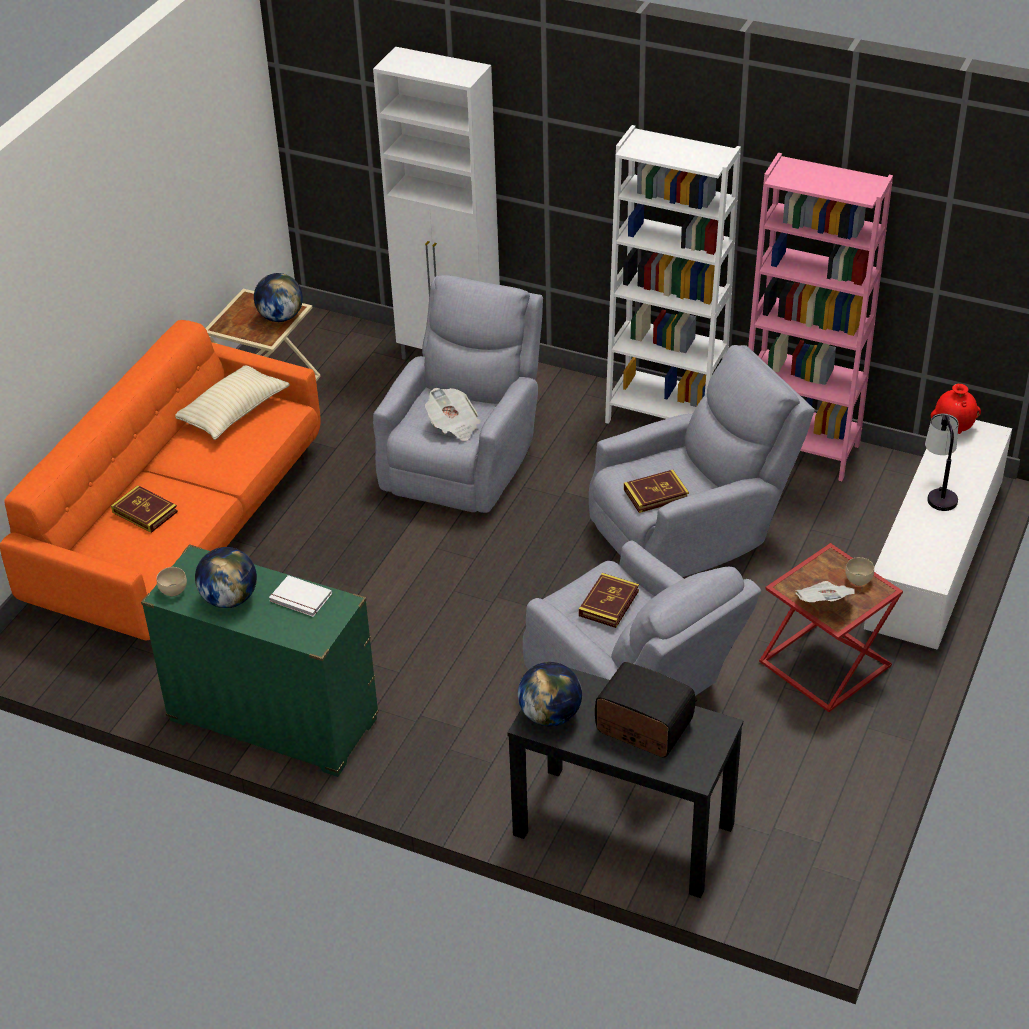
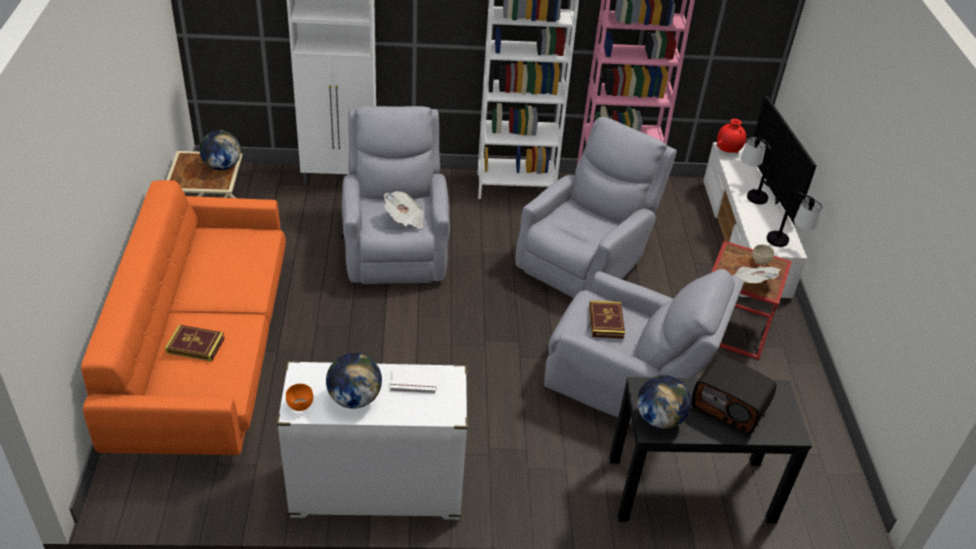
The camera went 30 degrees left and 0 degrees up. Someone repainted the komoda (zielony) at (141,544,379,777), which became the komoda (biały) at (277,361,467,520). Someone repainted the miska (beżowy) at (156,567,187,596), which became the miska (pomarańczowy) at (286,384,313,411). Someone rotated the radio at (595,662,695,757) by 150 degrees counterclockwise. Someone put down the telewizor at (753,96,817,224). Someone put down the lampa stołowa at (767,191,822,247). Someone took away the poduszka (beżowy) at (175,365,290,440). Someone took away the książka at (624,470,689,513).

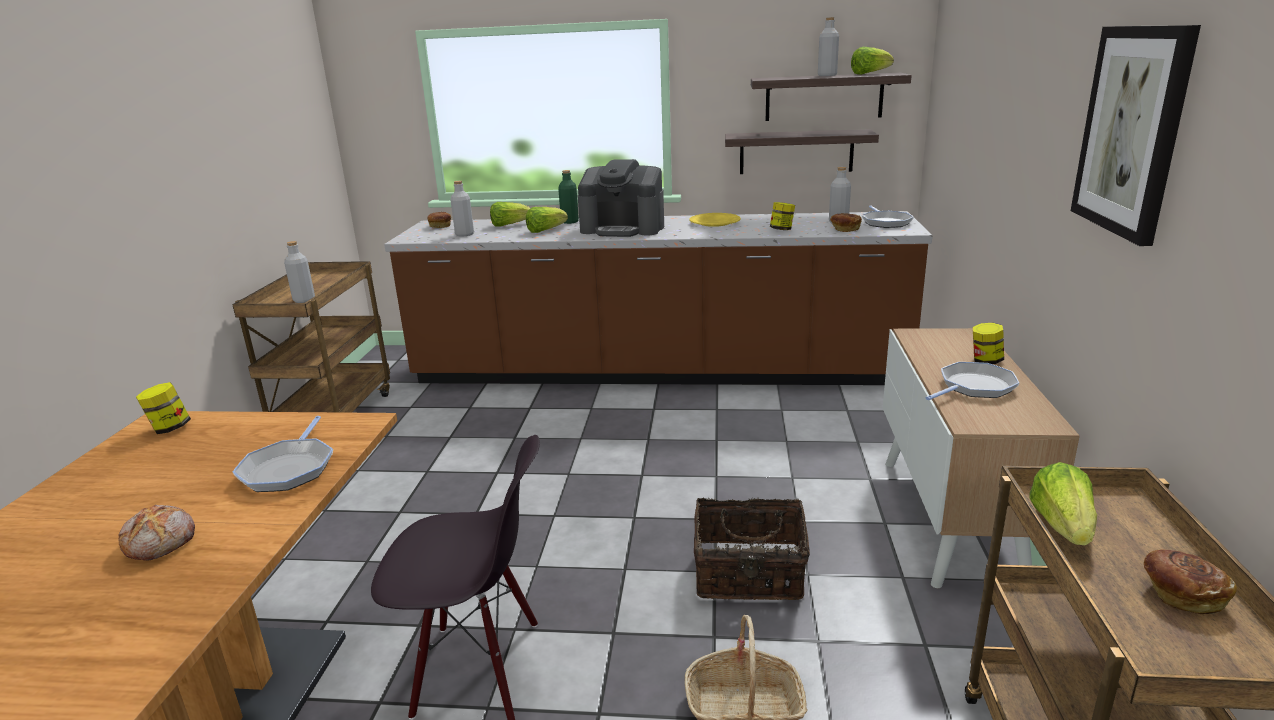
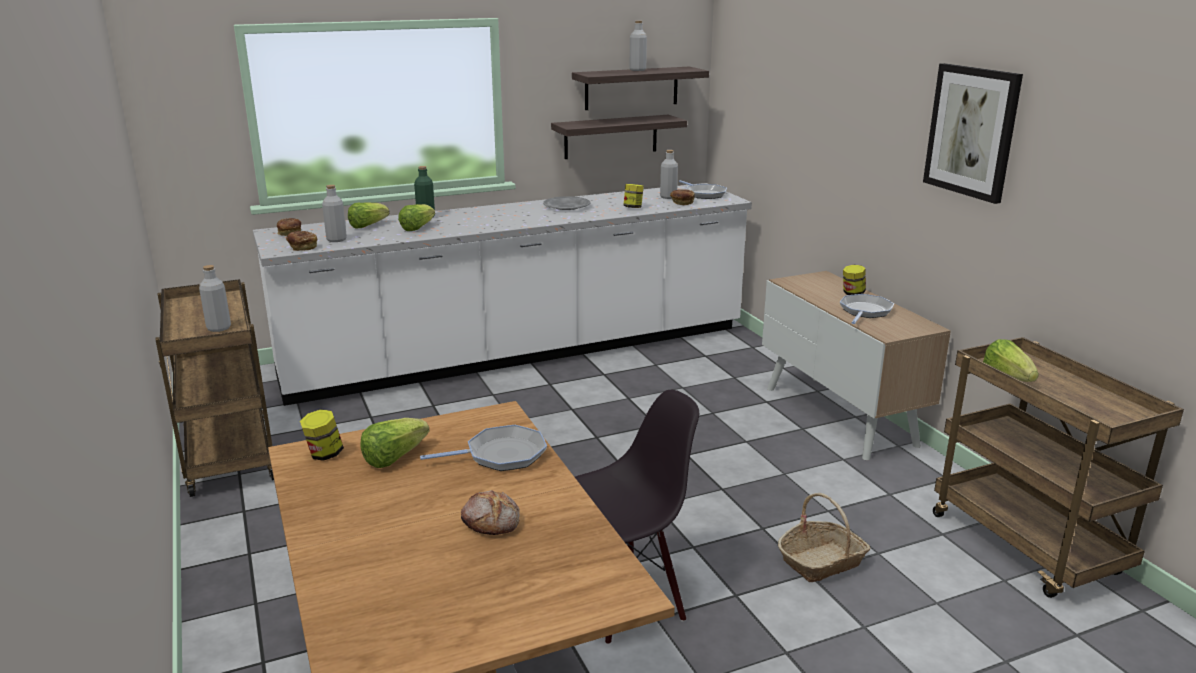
The camera went 30 degrees left and 0 degrees up. Someone repainted the zabudowa kuchenna (brązowy) at (384,211,933,385), which became the zabudowa kuchenna (biały) at (253,183,752,406). Someone carried the chleb from (1144,549,1237,614) to (286,231,317,251). Someone carried the sałata from (851,47,894,75) to (361,418,429,468). Someone rotated the patelnia at (232,416,333,492) by 75 degrees counterclockwise. Someone repainted the talerz (żółty) at (689,213,741,227), which became the talerz (szary) at (543,196,590,210). Someone took away the ekspres do kawy at (578,159,664,237). Someone took away the koszyk at (694,498,810,600).

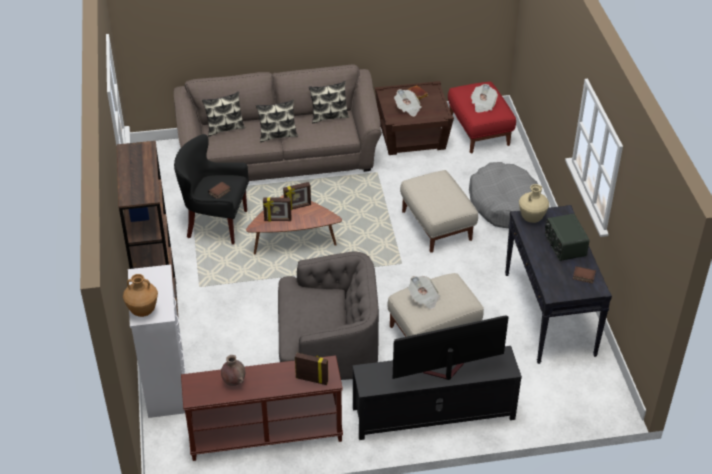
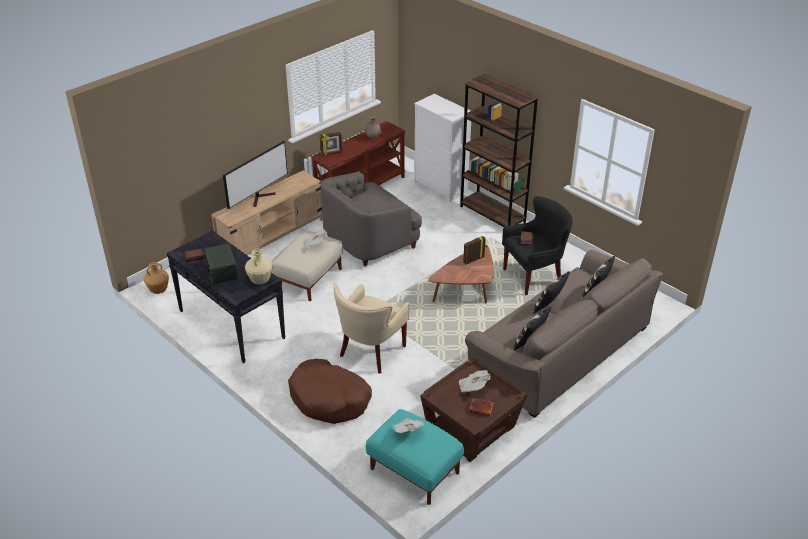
The camera went 145 degrees right and 5 degrees down. Someone carried the wazon (brązowy) from (123,274,158,317) to (144,262,169,294). Someone rotated the radio at (545,213,589,261) by 150 degrees counterclockwise. Someone repainted the szafka pod telewizor (czarny) at (352,346,522,440), which became the szafka pod telewizor (beżowy) at (211,171,323,255). Someone repainted the legowisko (szary) at (469,162,538,228), which became the legowisko (brązowy) at (288,359,372,424). Someone swapped the pufa (beżowy) at (400,170,478,253) for the fotel (beżowy) at (333,283,410,374). Someone repainted the pufa (czerwony) at (448,81,516,153), which became the pufa (turkusowy) at (366,409,464,505). Someone took away the ramka na zdjęcie at (283,182,311,210).

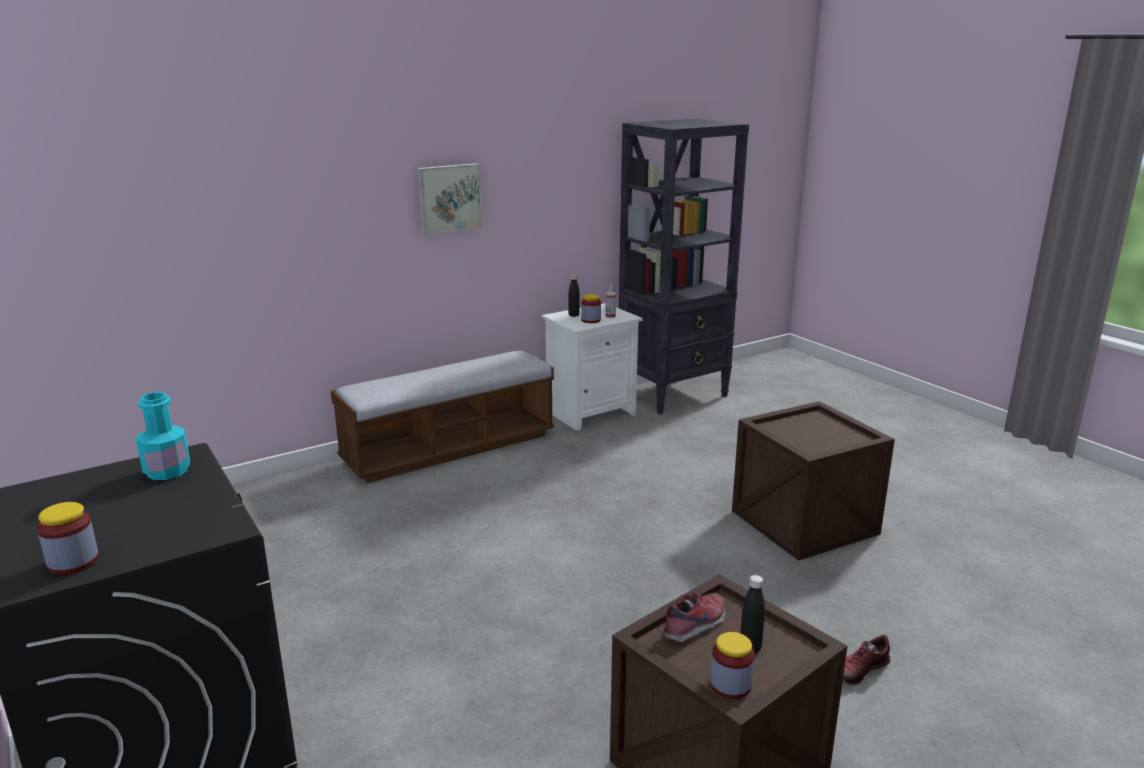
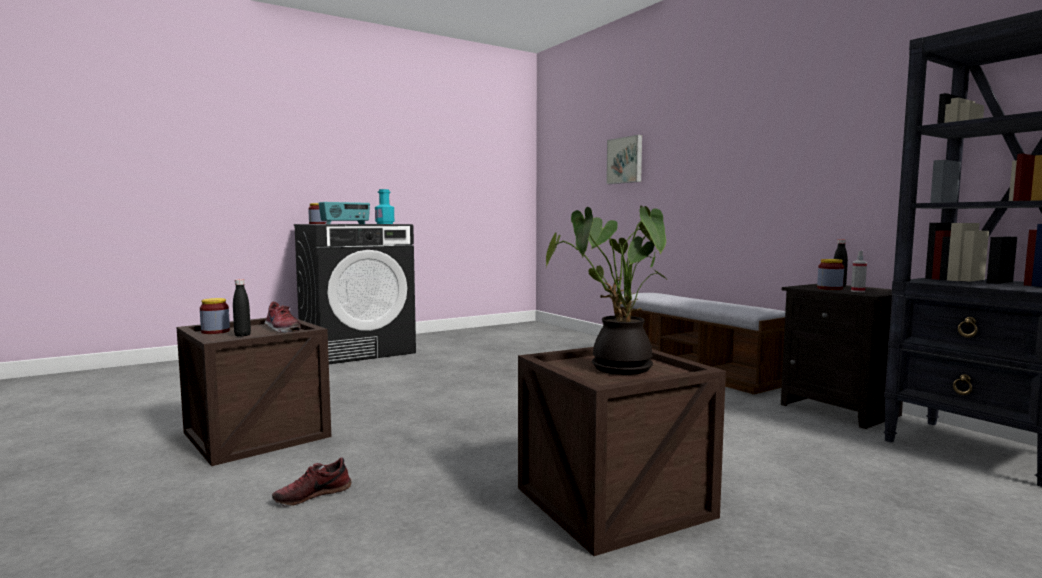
The camera went 90 degrees right and 15 degrees down. Someone rotated the but at (843,634,890,686) by 90 degrees counterclockwise. Someone put down the radio at (319,202,370,224). Someone put down the roślina doniczkowa at (546,205,666,375). Someone carried the obraz from (417,163,482,235) to (606,135,642,184). Someone repainted the szafka nocna (biały) at (541,303,643,431), which became the szafka nocna (czarny) at (781,284,903,429).

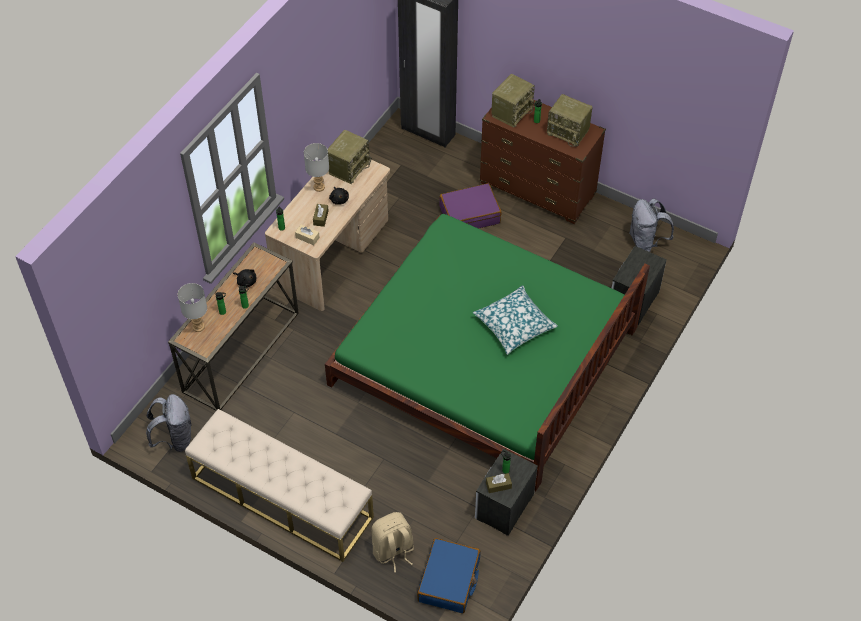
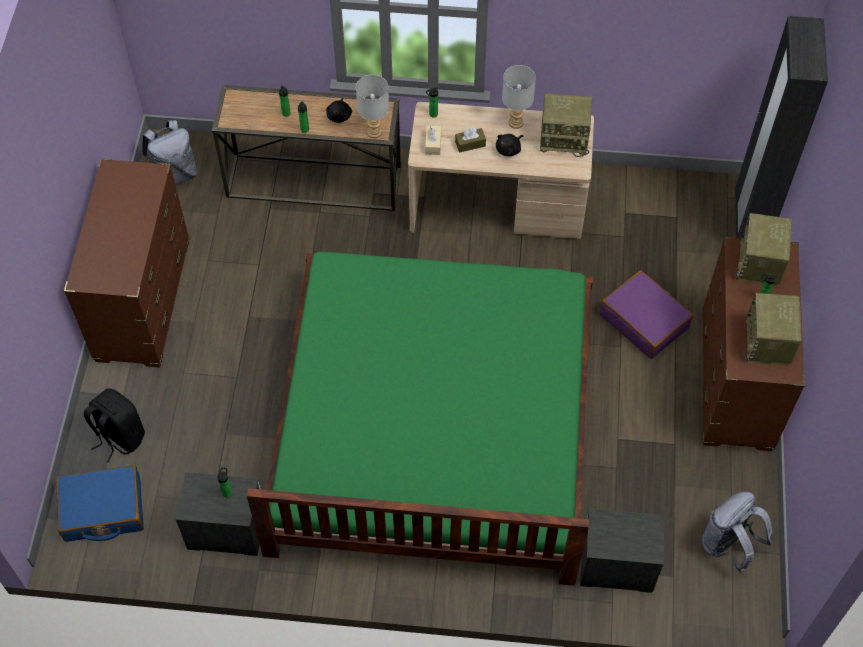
The camera went 65 degrees right and 5 degrees up. Someone swapped the ławka (beżowy) at (185,409,374,562) for the komoda (brązowy) at (64,158,190,368). Someone repainted the plecak (beżowy) at (371,512,414,573), which became the plecak (czarny) at (84,388,145,463). Someone carried the lampa stołowa (szary) from (178,283,207,332) to (356,75,389,138). Someone rotated the radio at (491,74,535,127) by 90 degrees clockwise. Someone took away the poduszka at (473,285,558,355). Someone took away the pudełko chusteczek (brązowy) at (486,473,512,493).

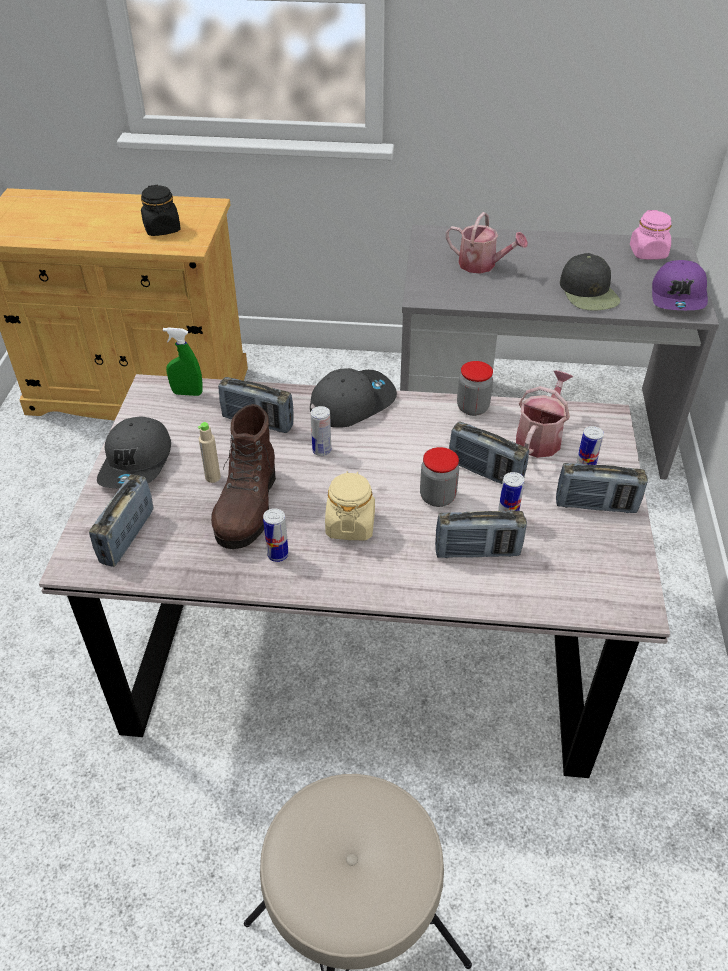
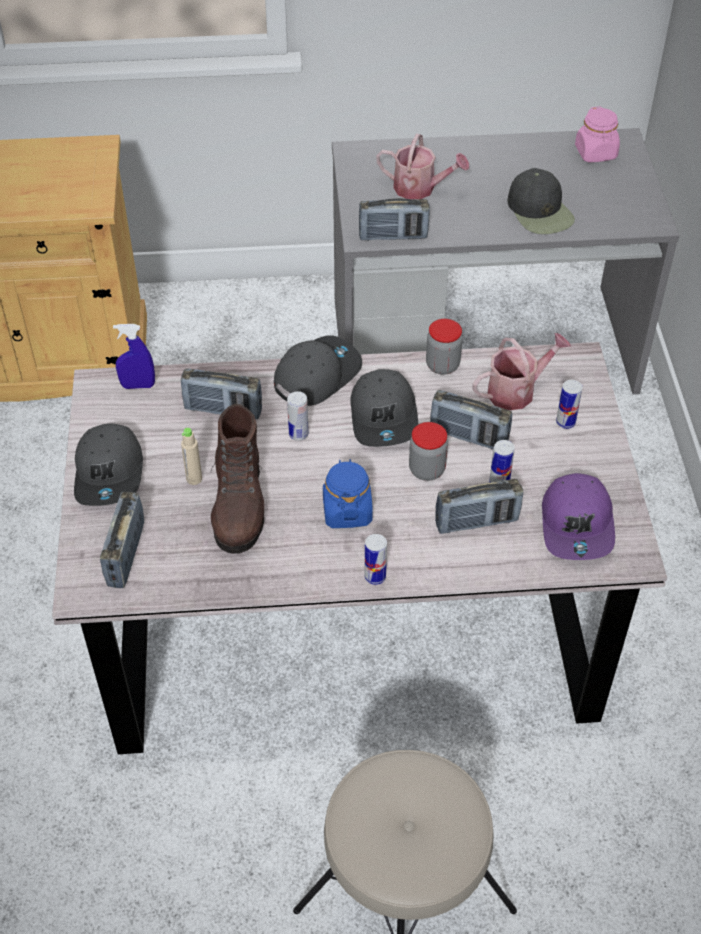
The camera went 10 degrees left and 5 degrees up. Someone repainted the spryskiwacz (zielony) at (163,327,203,396), which became the spryskiwacz (niebieski) at (113,324,155,389). Someone repainted the słoik (beżowy) at (325,471,375,540), which became the słoik (niebieski) at (323,459,373,528). Someone put down the czapka z daszkiem (szary) at (350,369,418,447). Someone carried the radio from (556,463,648,513) to (359,198,430,241). Someone carried the puszka from (263,508,289,562) to (364,534,387,585). Someone rotated the konewka at (516,370,573,458) by 45 degrees clockwise. Someone carried the czapka z daszkiem (fioletowy) from (652,260,708,310) to (542,473,615,560). Someone took away the słoik (czarny) at (141,185,181,236).

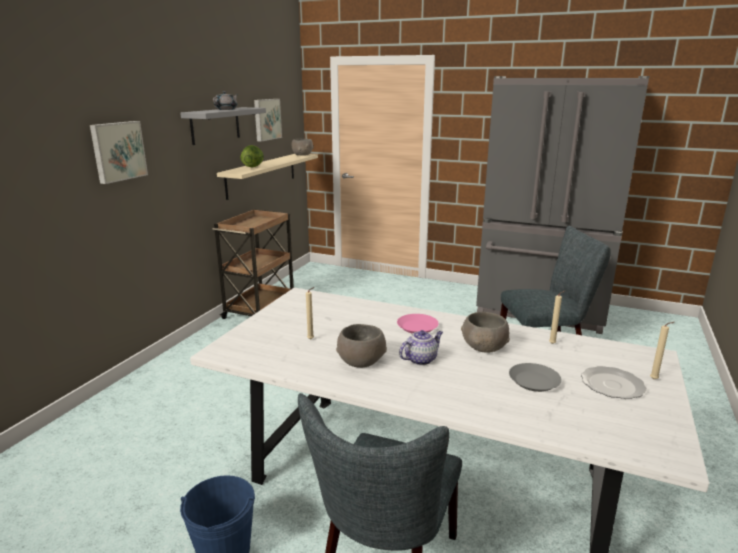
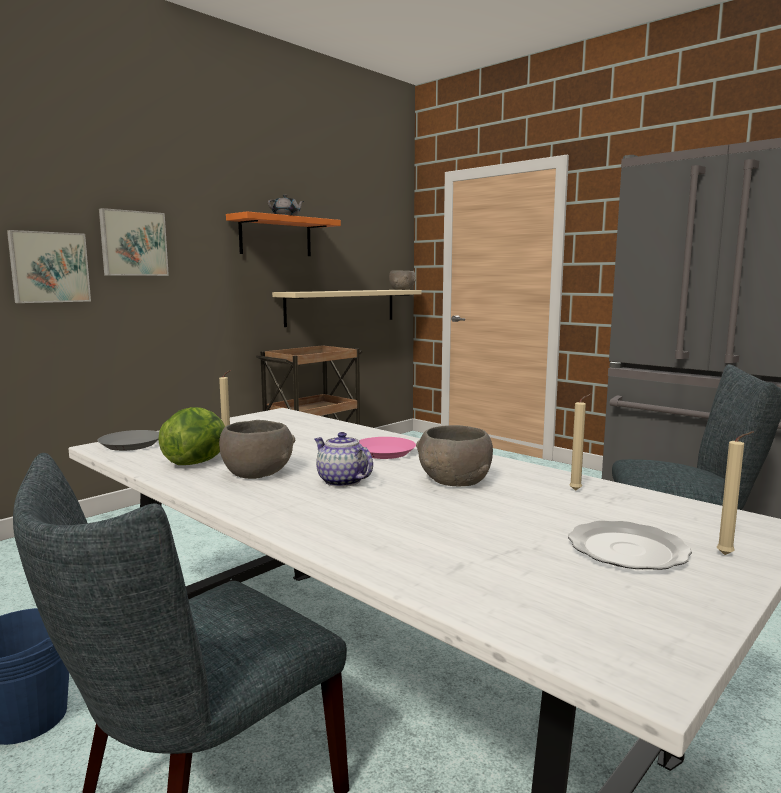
The camera went 20 degrees right and 10 degrees down. Someone carried the obraz from (254,99,282,142) to (7,230,91,303). Someone carried the talerz (szary) from (509,363,562,392) to (98,430,159,451). Someone carried the sałata from (240,145,264,168) to (158,407,225,465). Someone repainted the półka (szary) at (180,107,266,145), which became the półka (pomarańczowy) at (226,211,341,256). Someone rotated the imbryk at (399,330,443,365) by 120 degrees counterclockwise.

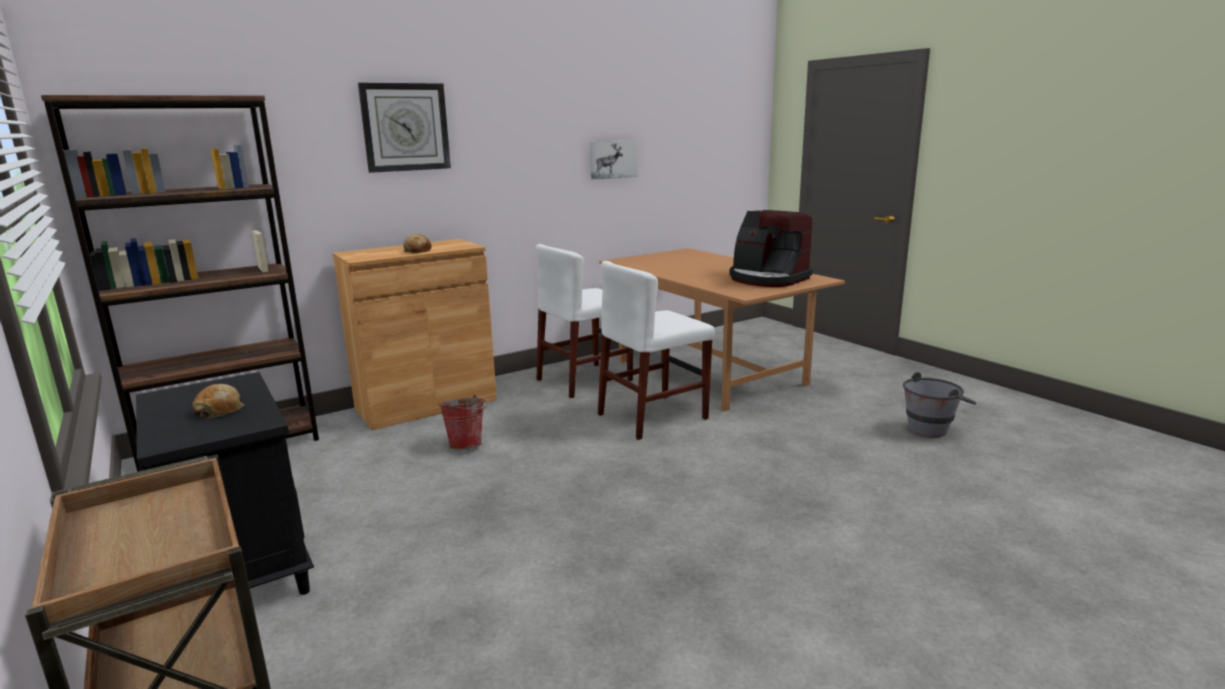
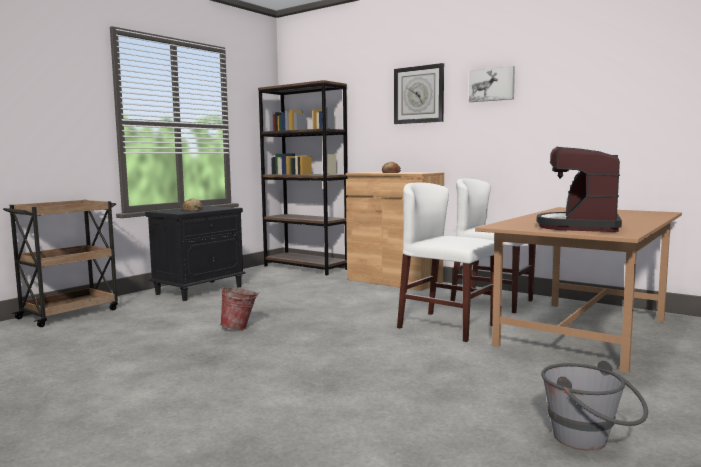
The camera went 70 degrees right and 10 degrees down. Someone carried the wiadro from (439,395,488,449) to (220,285,259,330). Someone carried the obraz from (590,140,637,180) to (469,66,515,102).

